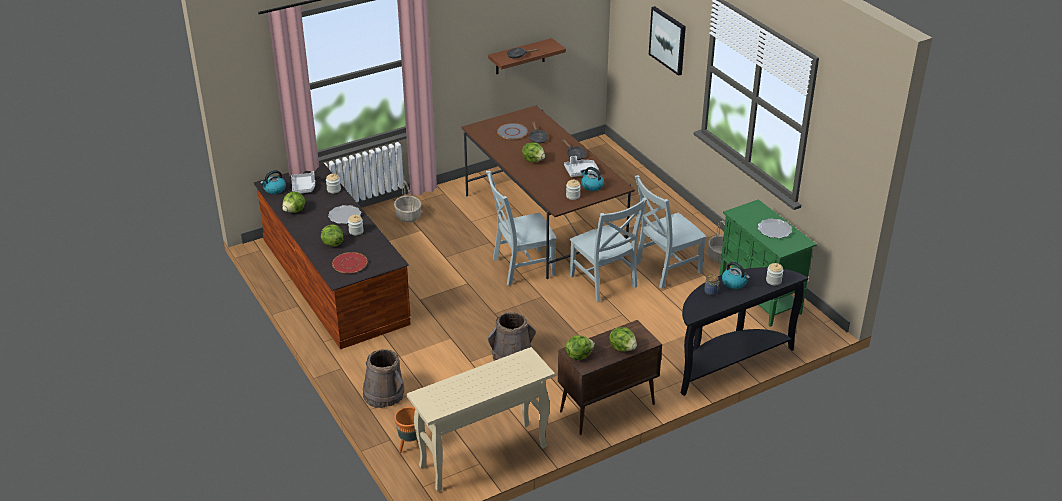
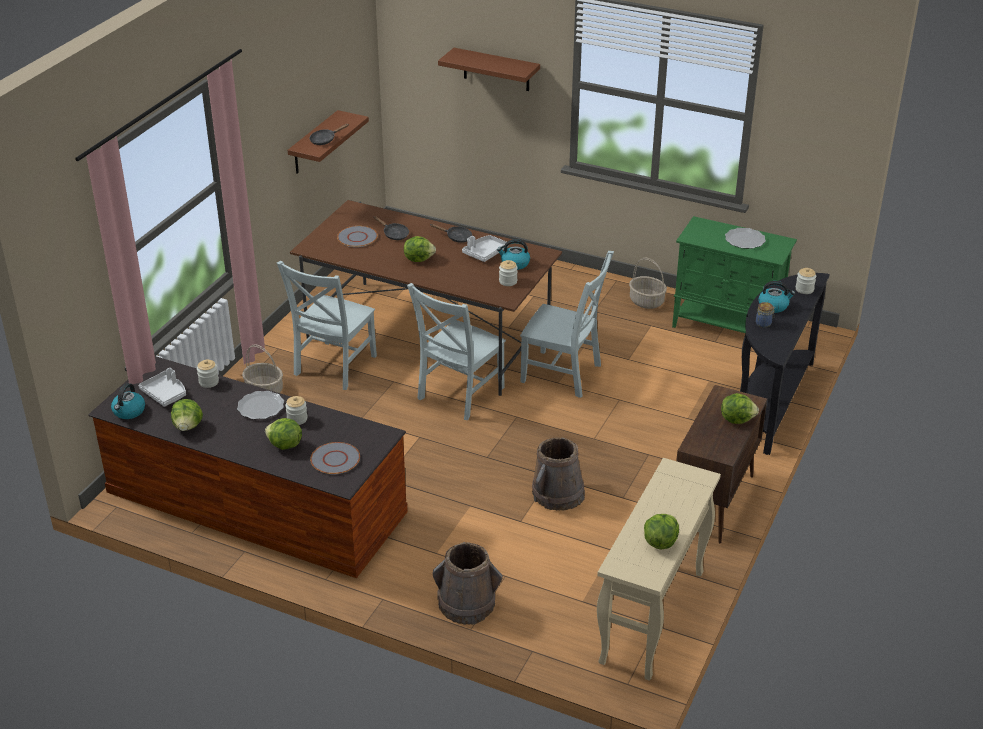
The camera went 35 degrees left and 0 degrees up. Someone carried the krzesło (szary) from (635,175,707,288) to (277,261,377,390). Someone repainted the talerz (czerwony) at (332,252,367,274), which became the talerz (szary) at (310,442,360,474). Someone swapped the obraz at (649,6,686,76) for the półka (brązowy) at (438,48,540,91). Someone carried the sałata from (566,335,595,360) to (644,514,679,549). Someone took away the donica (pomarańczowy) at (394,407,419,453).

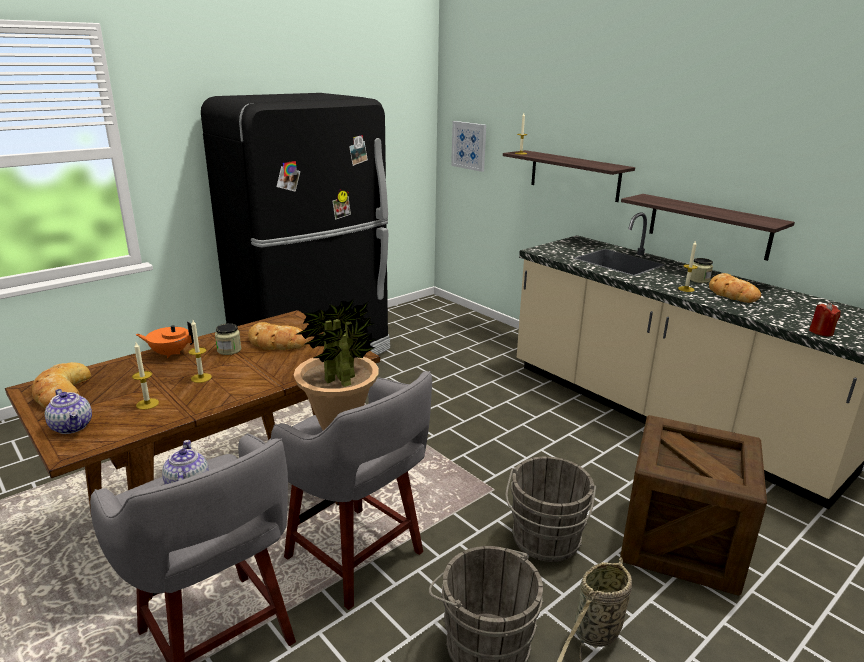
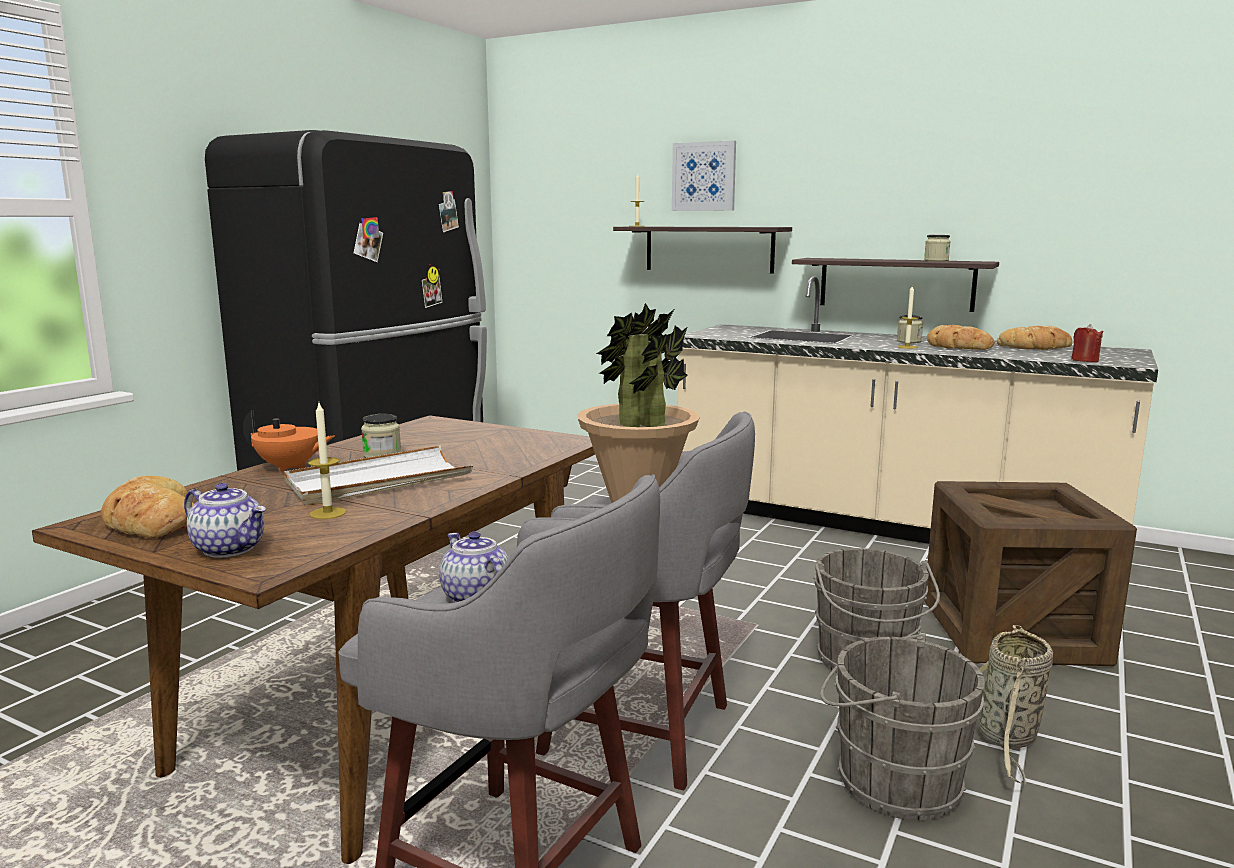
The camera went 20 degrees left and 10 degrees down. Someone rotated the imbryk (pomarańczowy) at (136,321,194,358) by 150 degrees counterclockwise. Someone swapped the świeca at (188,320,212,383) for the taca (biały) at (284,446,473,506). Someone carried the obraz from (451,121,486,172) to (672,141,736,211). Someone put down the słoik at (924,235,951,261). Someone carried the chleb from (248,322,309,350) to (997,326,1073,350).

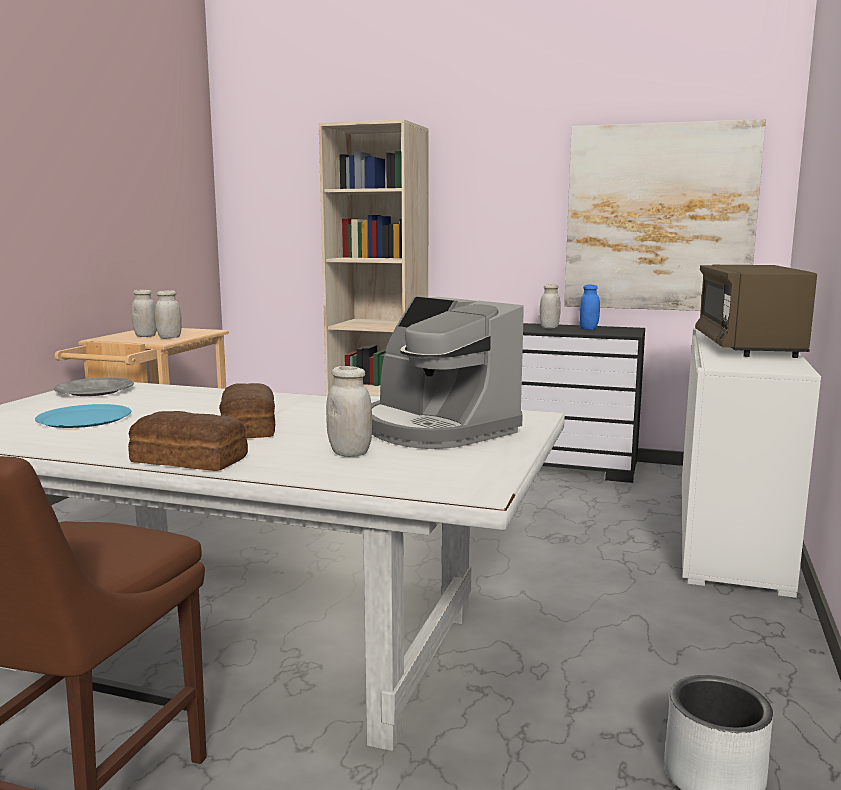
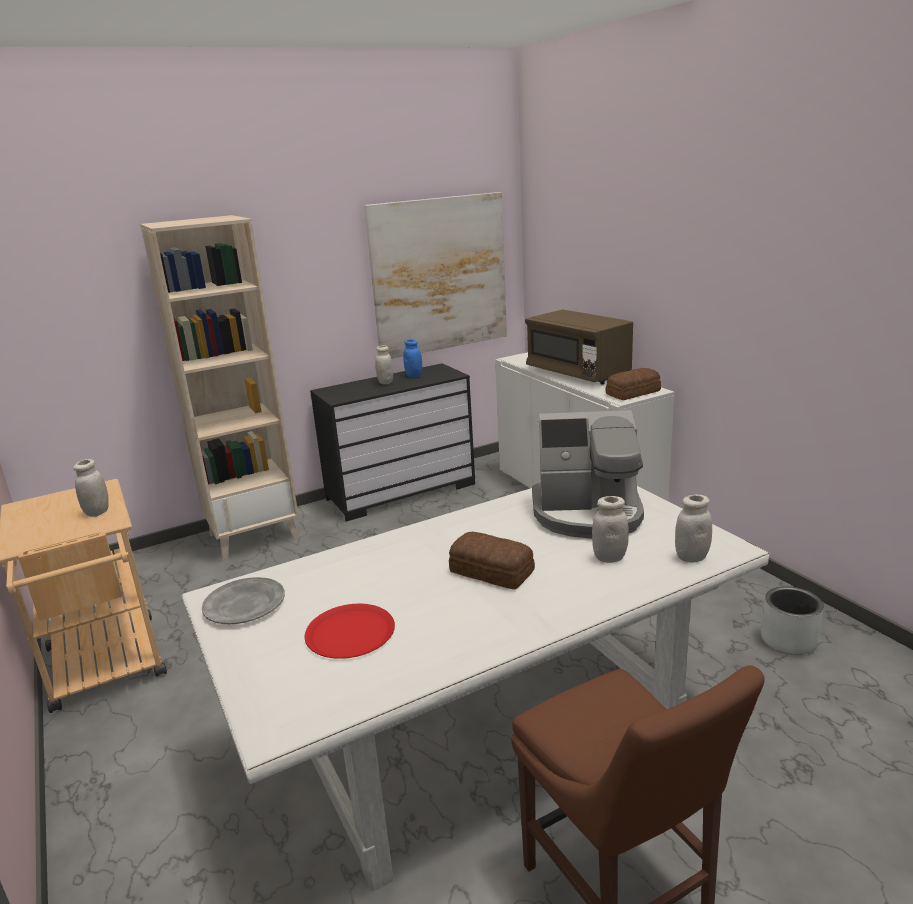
The camera went 45 degrees left and 10 degrees up. Someone repainted the talerz (niebieski) at (35,404,131,428), which became the talerz (czerwony) at (305,604,395,659). Someone carried the chleb from (128,411,248,471) to (606,368,661,400). Someone carried the słoik (biały) from (131,289,157,337) to (675,494,712,563).

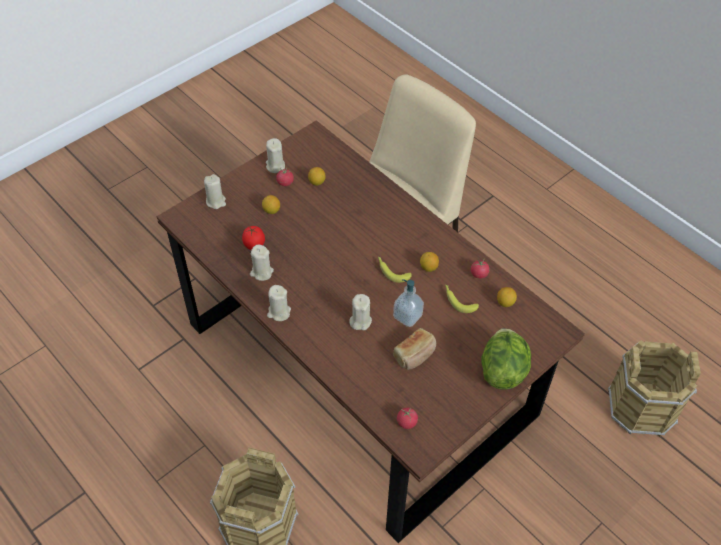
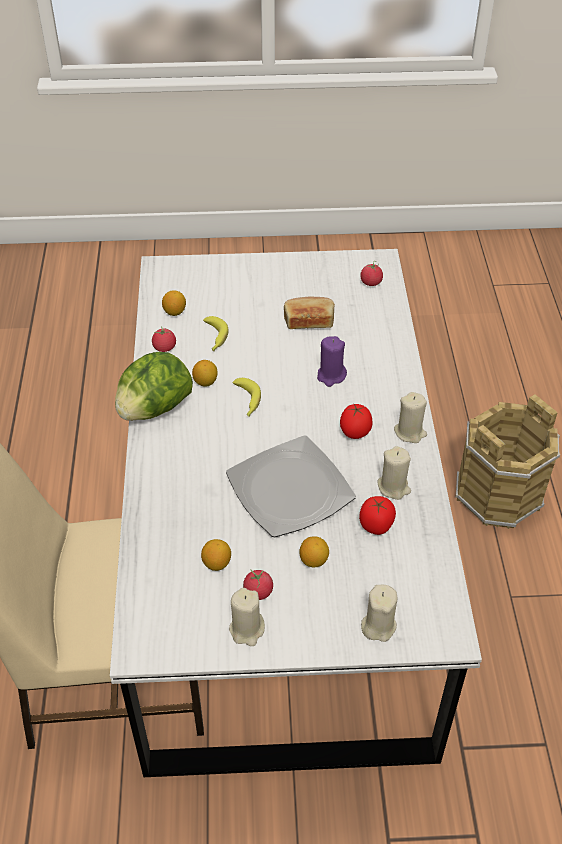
The camera went 140 degrees left and 5 degrees down. Someone repainted the stół jadalny (brązowy) at (157,120,585,543), which became the stół jadalny (biały) at (110,249,482,777). Someone carried the sałata from (481,328,531,390) to (115,352,193,421). Someone put down the talerz at (226,435,356,537). Someone repainted the świeca (beżowy) at (349,294,372,330), which became the świeca (fioletowy) at (317,336,347,387). Someone put down the pomidor at (340,404,373,439). Someone took away the dozownik mydła at (393,279,424,327). Someone took away the wiadro (brązowy) at (608,340,701,437).

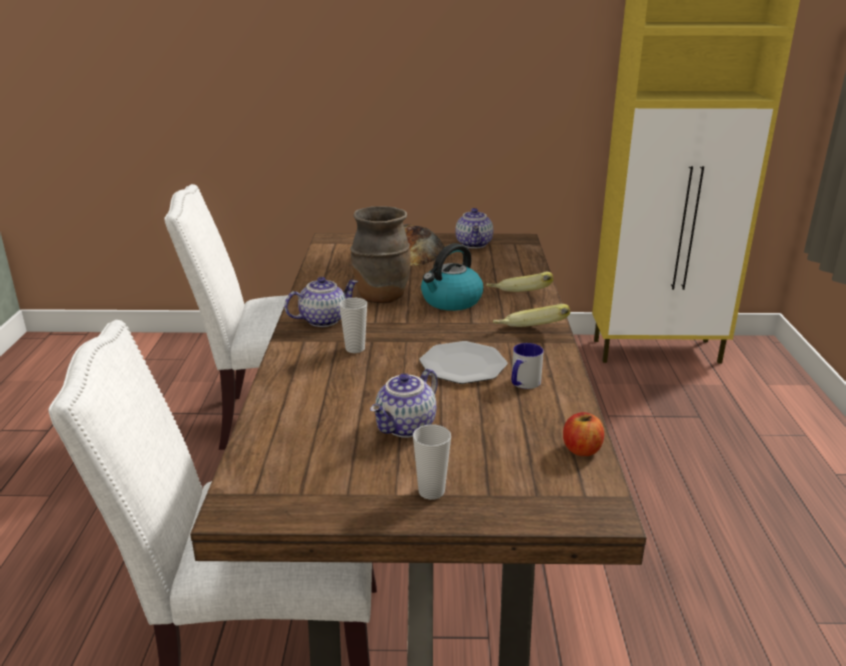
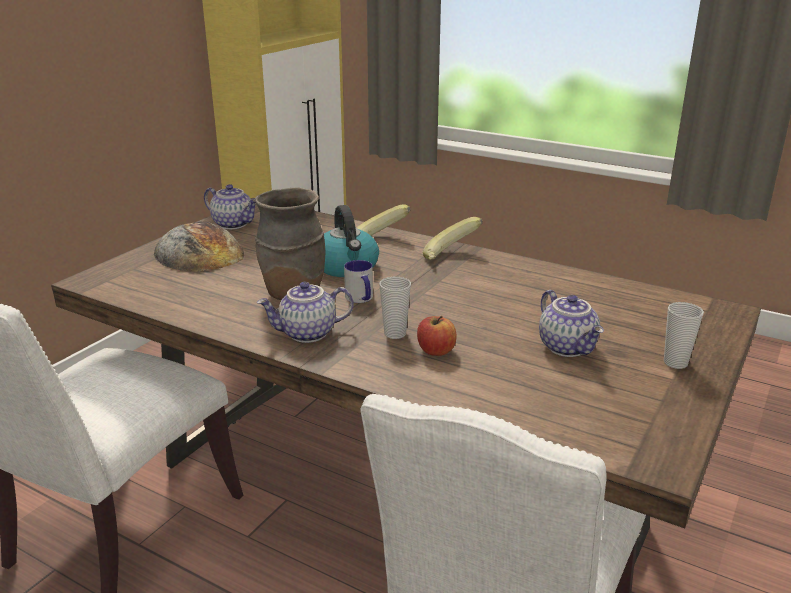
The camera went 60 degrees left and 0 degrees up. Someone rotated the imbryk at (284,277,358,327) by 105 degrees counterclockwise. Someone carried the kubek from (511,343,544,389) to (344,260,373,303). Someone carried the jabłko from (563,412,604,456) to (417,316,457,356). Someone took away the talerz at (419,341,507,384).

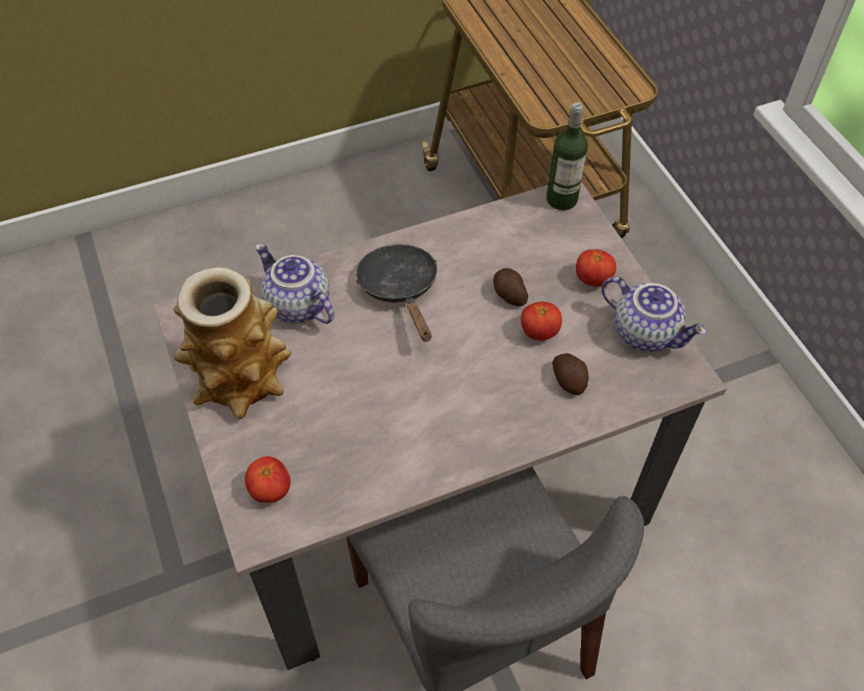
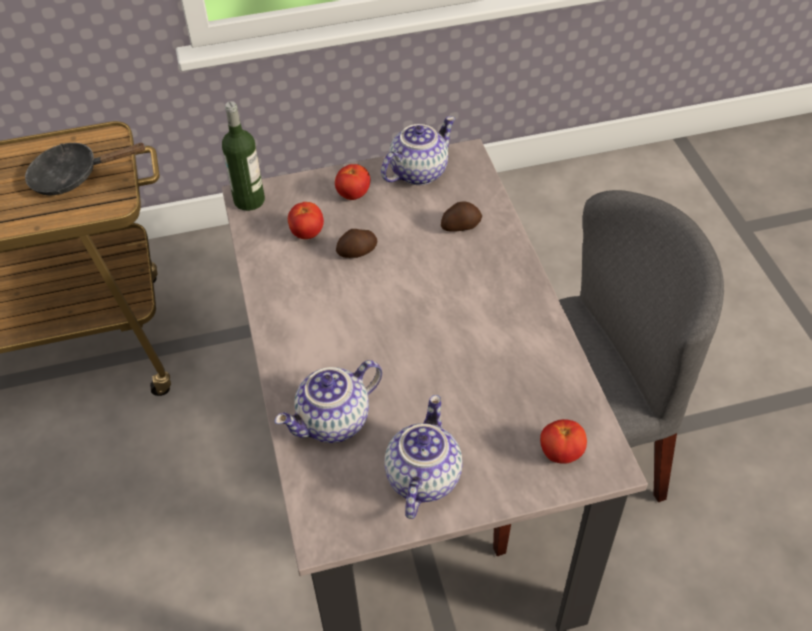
The camera went 80 degrees left and 5 degrees down. Someone carried the patelnia (czarny) from (356,244,437,342) to (25,143,146,195). Someone carried the pomidor from (521,302,562,341) to (288,202,324,239). Someone swapped the wazon at (173,268,291,419) for the imbryk at (384,395,462,519).

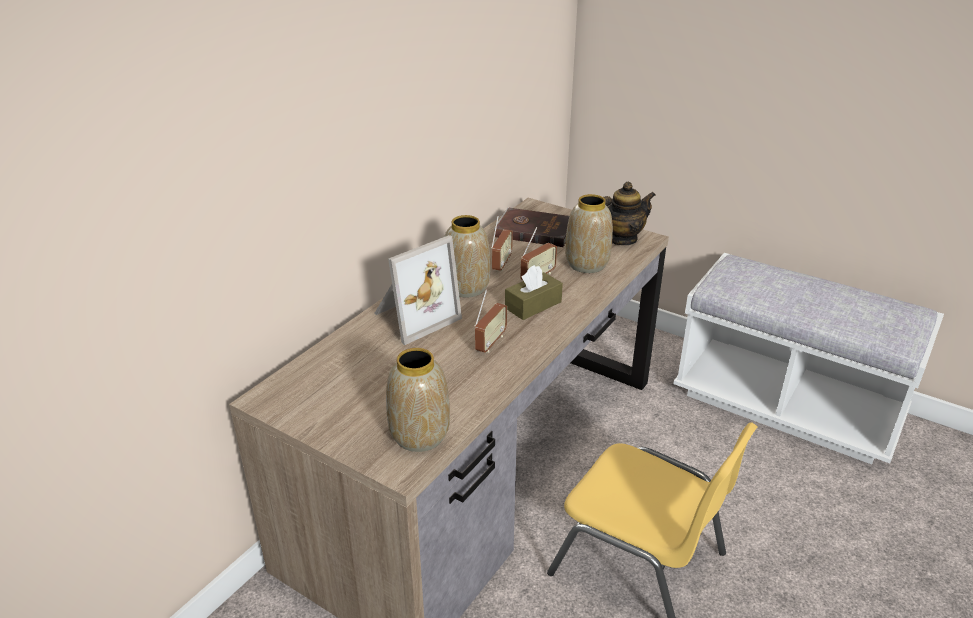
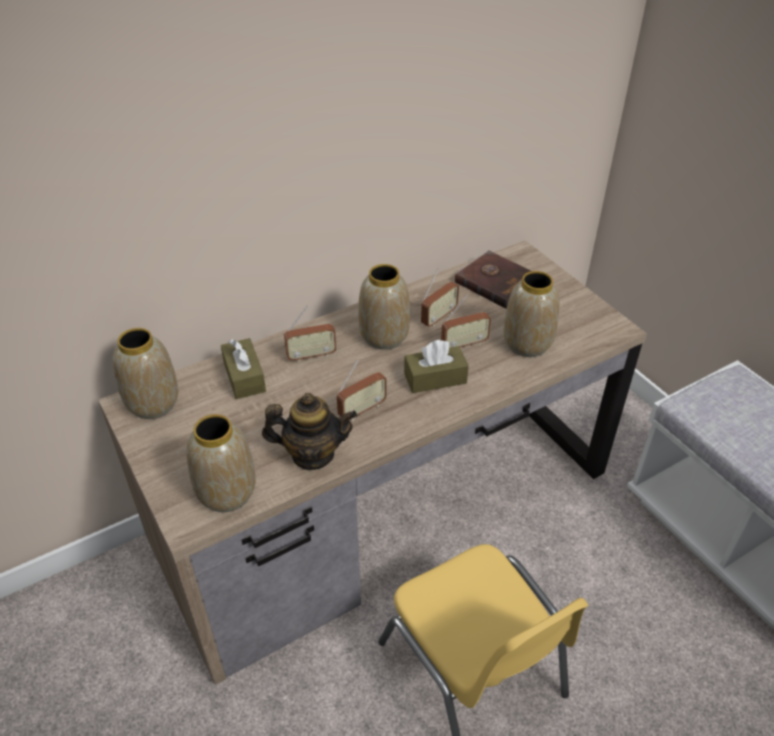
The camera went 25 degrees right and 10 degrees up. Someone put down the wazon at (113,328,178,419). Someone put down the pudełko chusteczek (brązowy) at (221,338,266,399). Someone carried the imbryk from (603,182,655,245) to (262,393,357,470). Someone swapped the ramka na zdjęcie at (374,235,462,345) for the radio at (284,305,336,362).

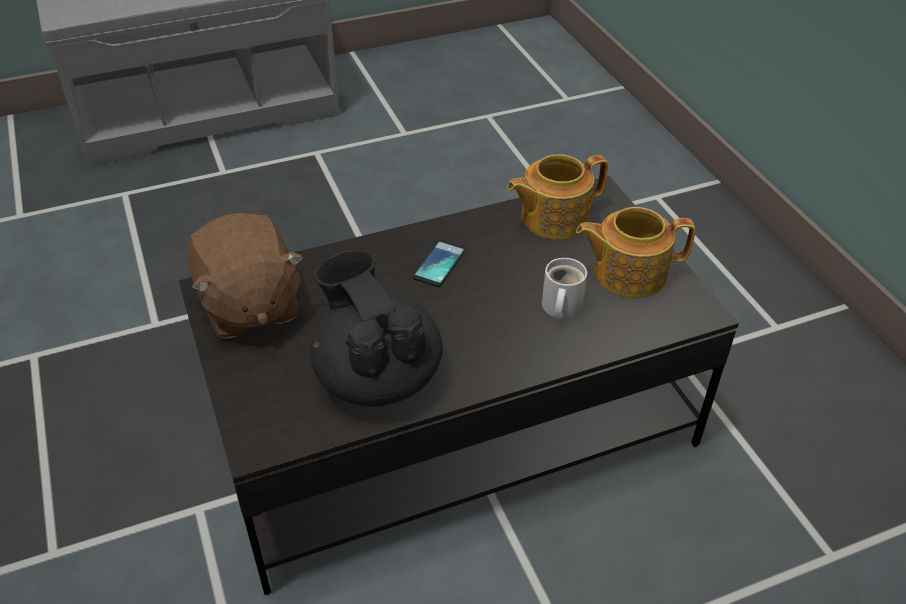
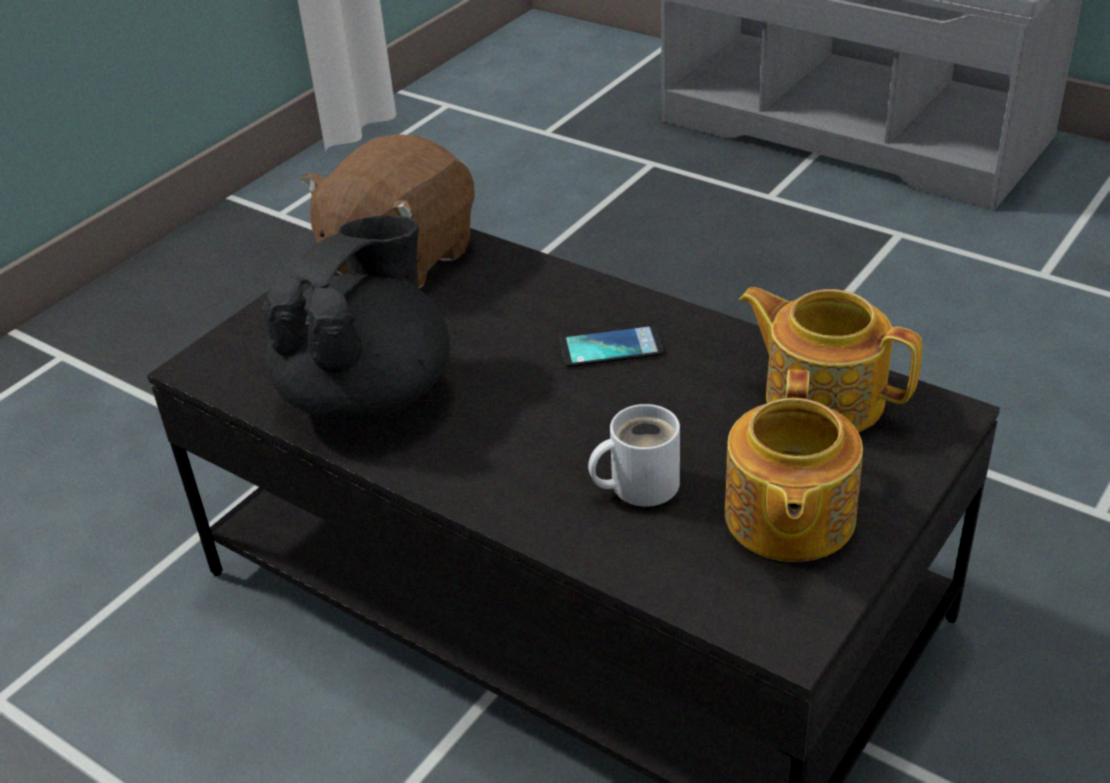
The camera went 60 degrees right and 5 degrees down. Someone rotated the imbryk at (576,207,695,298) by 135 degrees counterclockwise.

